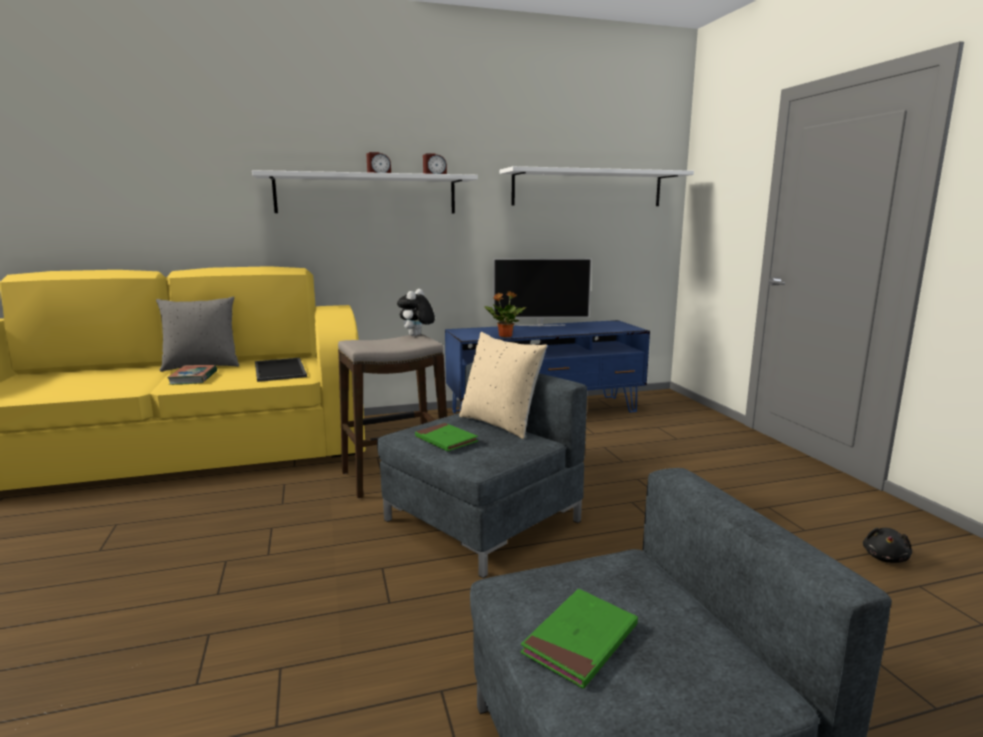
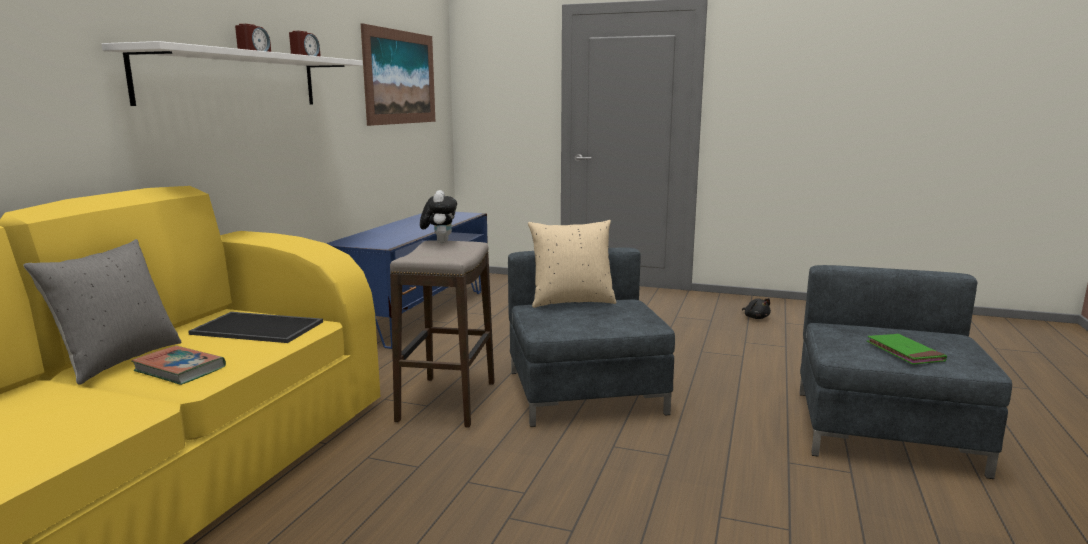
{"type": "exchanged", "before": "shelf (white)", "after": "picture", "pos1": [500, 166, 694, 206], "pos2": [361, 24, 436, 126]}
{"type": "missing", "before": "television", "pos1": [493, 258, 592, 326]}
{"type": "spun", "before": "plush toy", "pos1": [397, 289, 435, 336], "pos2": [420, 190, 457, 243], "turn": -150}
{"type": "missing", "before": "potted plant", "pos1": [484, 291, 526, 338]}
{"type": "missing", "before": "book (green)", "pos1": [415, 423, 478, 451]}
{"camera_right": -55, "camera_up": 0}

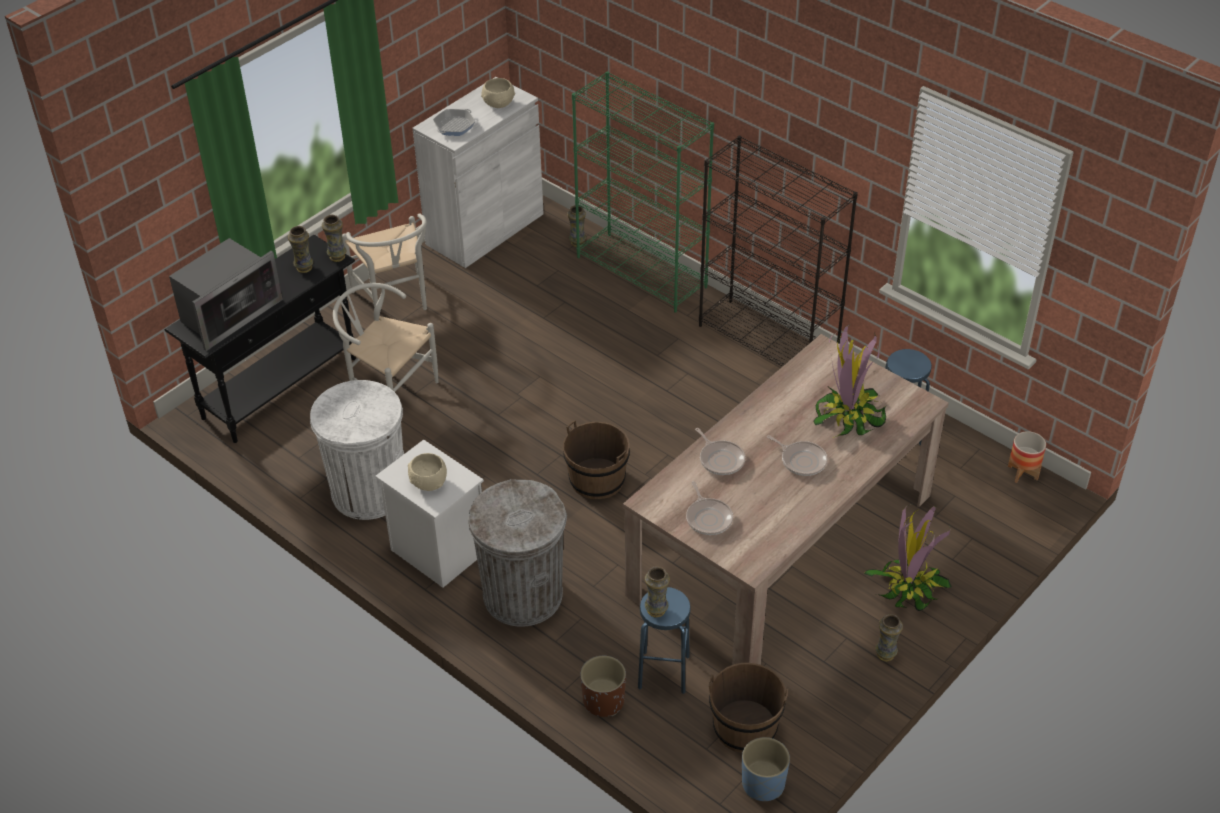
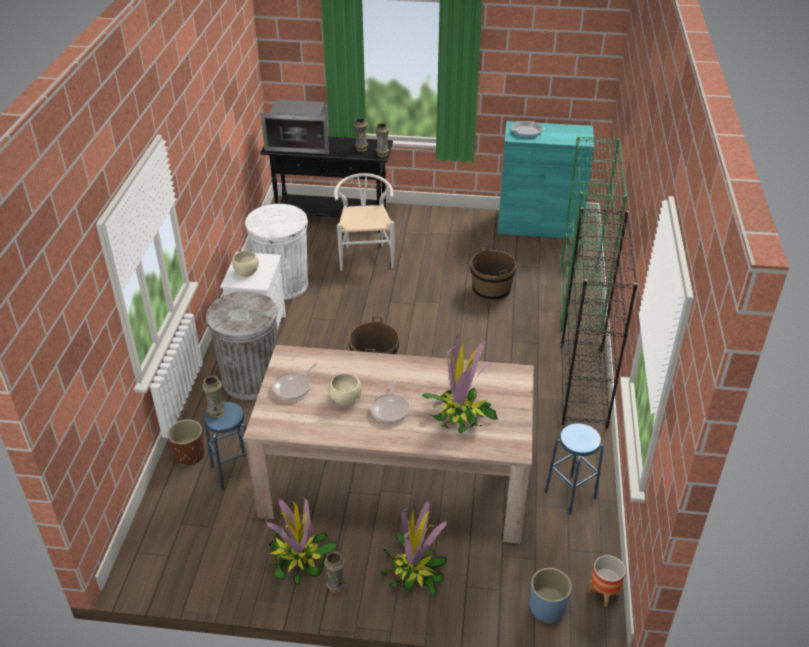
{"type": "colour", "before": "cabinet (white)", "after": "cabinet (turquoise)", "pos1": [412, 77, 544, 268], "pos2": [498, 121, 595, 239]}
{"type": "relocated", "before": "bowl (beige)", "pos1": [481, 78, 515, 108], "pos2": [328, 373, 362, 405]}
{"type": "missing", "before": "chair (white)", "pos1": [342, 214, 427, 310]}
{"type": "missing", "before": "frying pan", "pos1": [695, 428, 745, 475]}
{"type": "relocated", "before": "bucket (brown)", "pos1": [709, 663, 788, 753], "pos2": [470, 245, 517, 302]}
{"type": "relocated", "before": "planter (blue)", "pos1": [742, 737, 790, 801], "pos2": [530, 568, 572, 623]}
{"type": "appeared", "after": "potted plant", "pos2": [263, 497, 338, 586]}
{"camera_right": 55, "camera_up": -5}

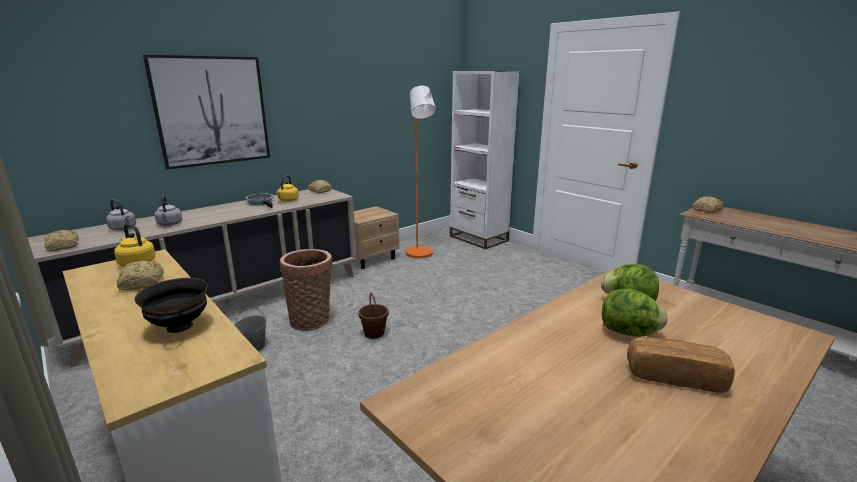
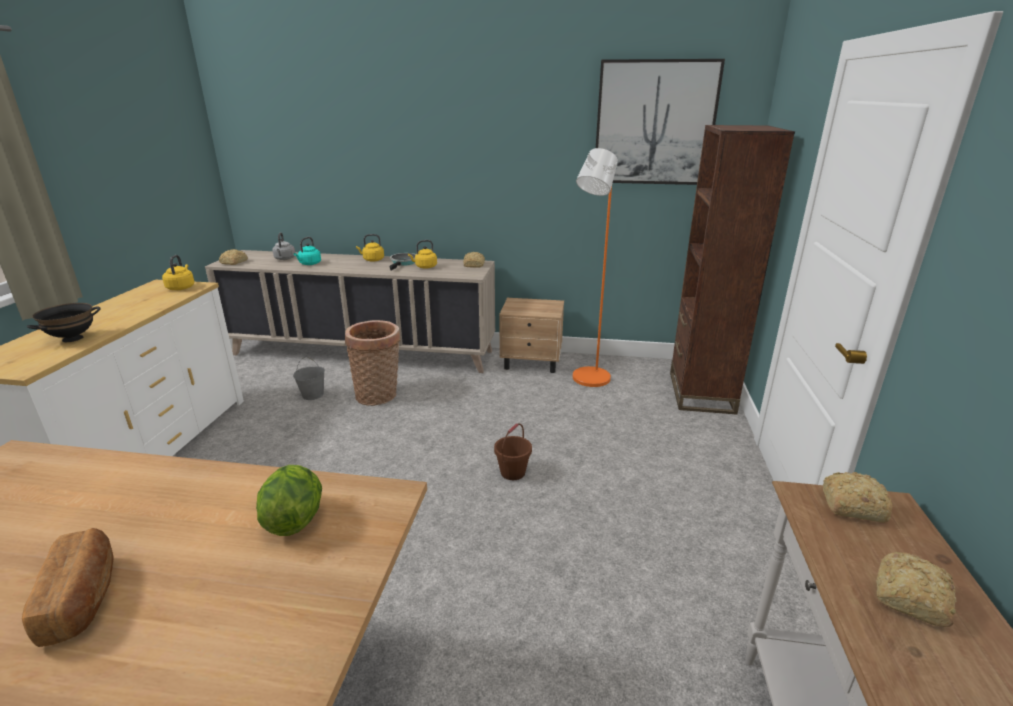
{"type": "relocated", "before": "picture", "pos1": [143, 55, 270, 170], "pos2": [596, 59, 725, 185]}
{"type": "colour", "before": "bookcase (white)", "after": "bookcase (brown)", "pos1": [450, 71, 520, 249], "pos2": [670, 125, 795, 415]}
{"type": "colour", "before": "kettle (grey)", "after": "kettle (turquoise)", "pos1": [154, 195, 182, 226], "pos2": [294, 237, 321, 265]}
{"type": "relocated", "before": "bread", "pos1": [117, 261, 164, 290], "pos2": [876, 552, 956, 627]}
{"type": "missing", "before": "lettuce", "pos1": [602, 288, 667, 337]}
{"type": "relocated", "before": "bucket (brown)", "pos1": [358, 292, 389, 338], "pos2": [494, 423, 532, 480]}
{"type": "appeared", "after": "kettle (yellow)", "pos2": [356, 234, 384, 262]}
{"camera_right": 50, "camera_up": 5}

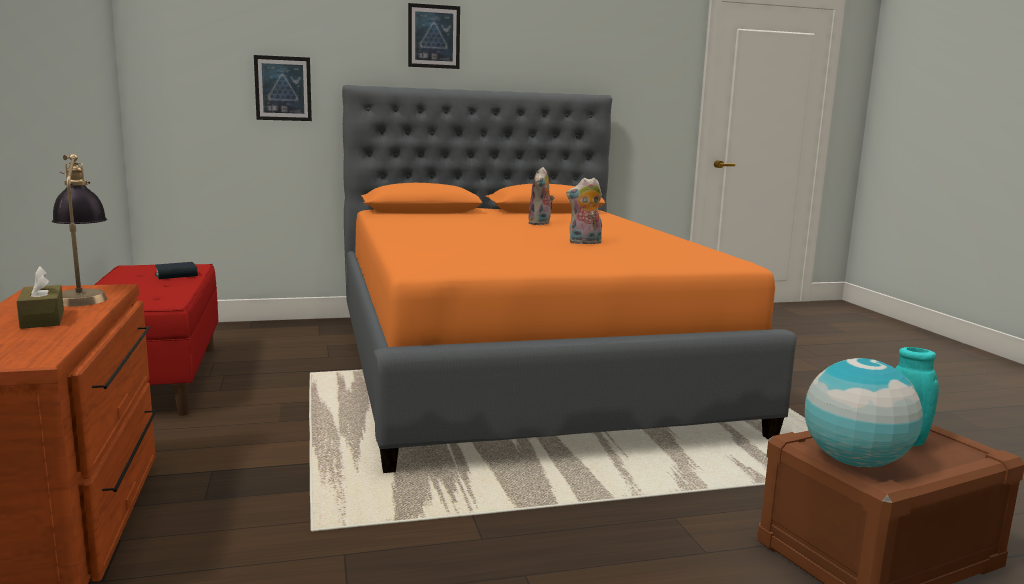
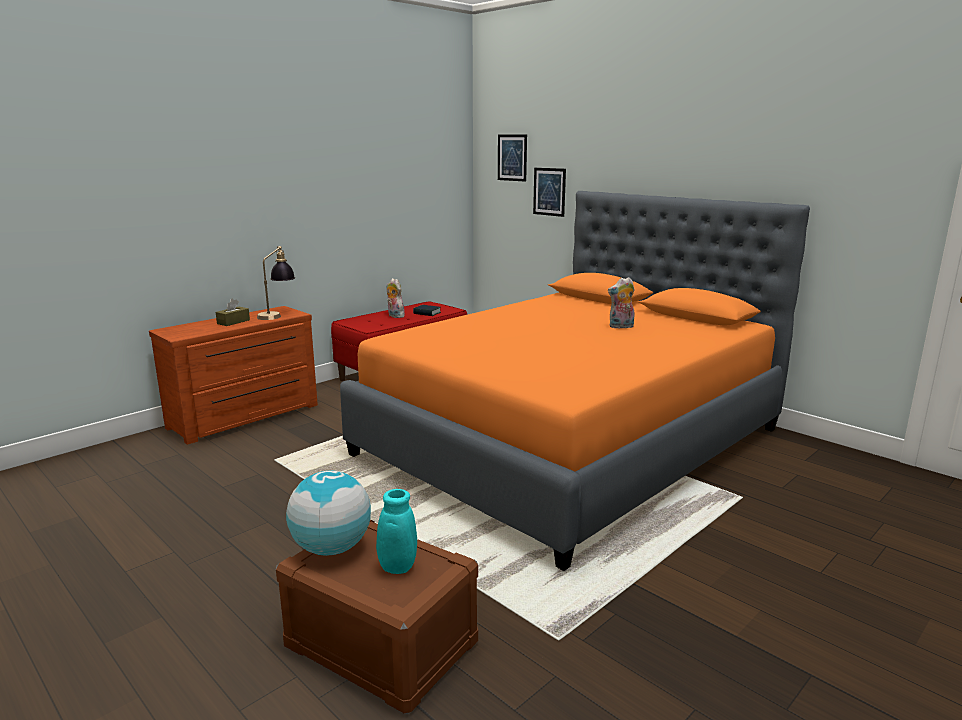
{"type": "relocated", "before": "picture", "pos1": [408, 3, 460, 69], "pos2": [498, 134, 527, 182]}
{"type": "relocated", "before": "plush toy", "pos1": [566, 178, 602, 244], "pos2": [387, 278, 405, 318]}
{"camera_right": 60, "camera_up": 5}

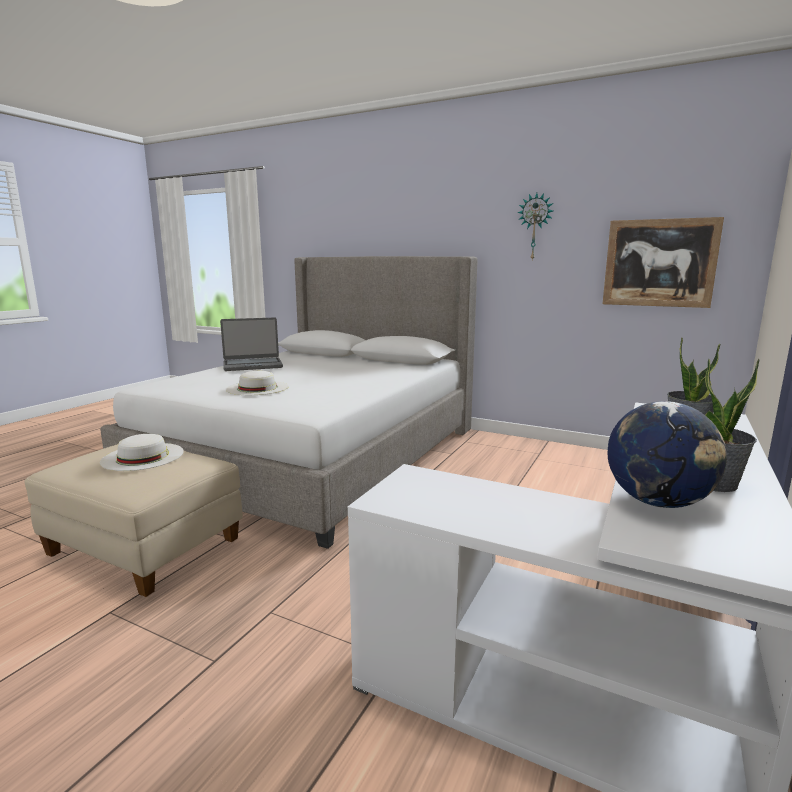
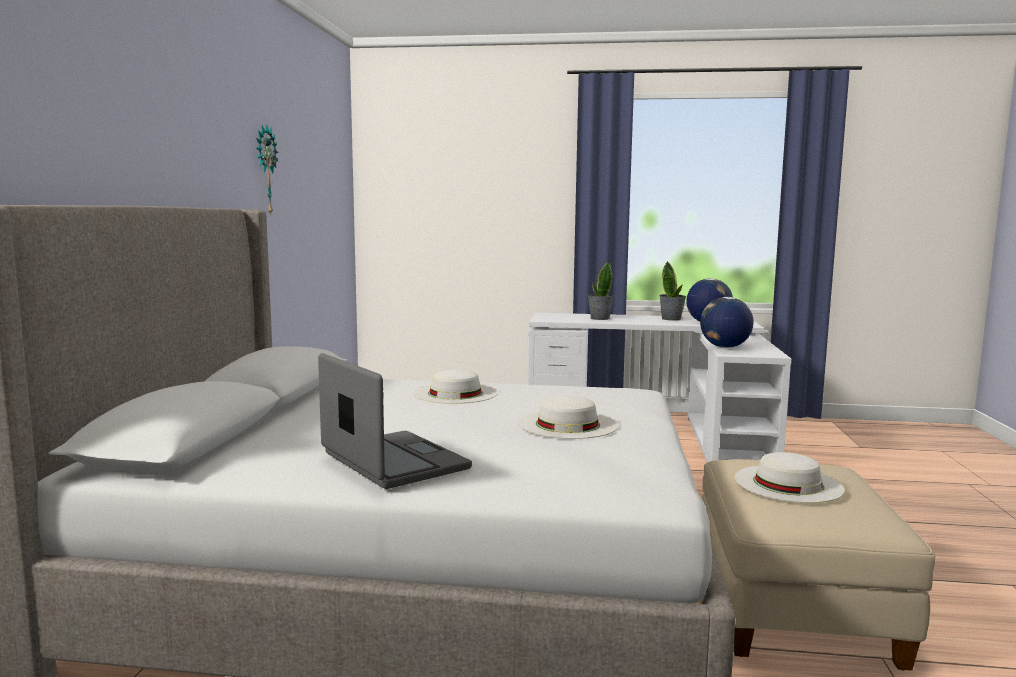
{"type": "missing", "before": "picture", "pos1": [603, 217, 724, 308]}
{"type": "appeared", "after": "globe", "pos2": [700, 297, 753, 348]}
{"type": "appeared", "after": "hat (white)", "pos2": [413, 369, 498, 404]}
{"camera_right": -110, "camera_up": -5}

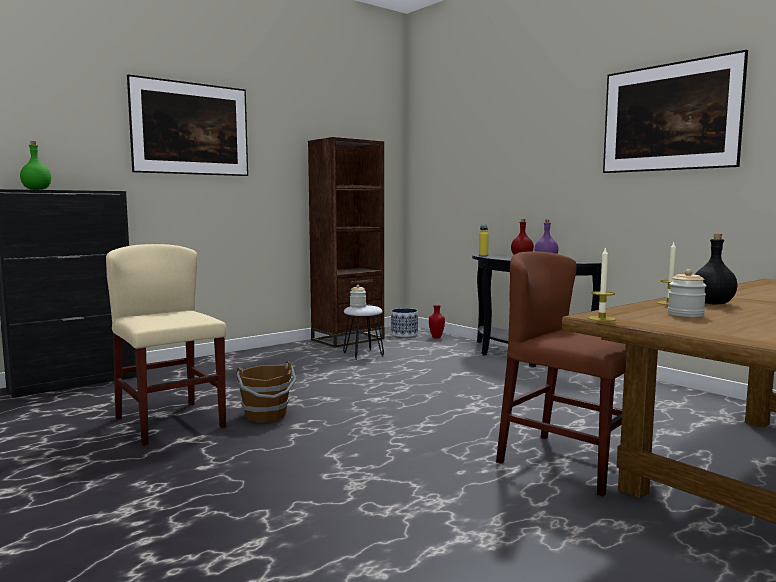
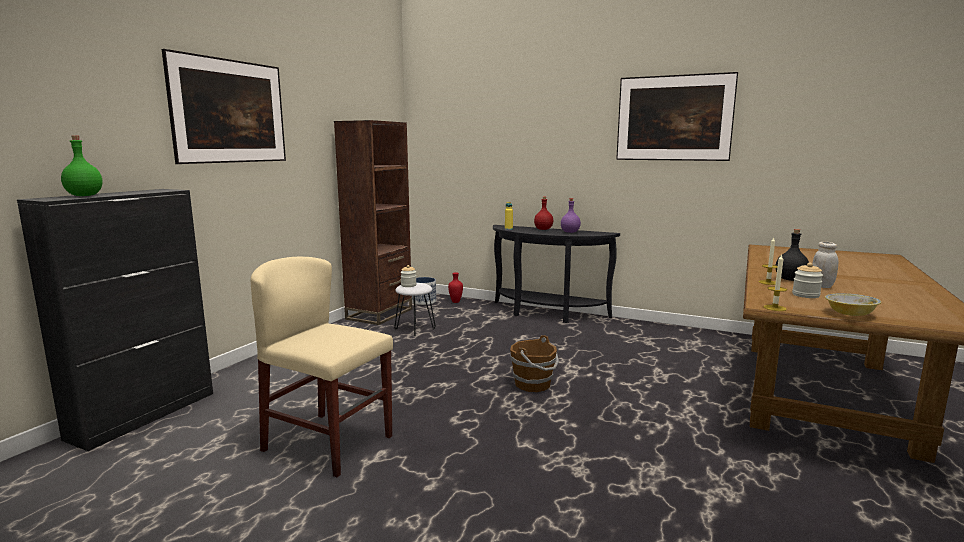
{"type": "missing", "before": "chair (brown)", "pos1": [496, 251, 626, 497]}
{"type": "relocated", "before": "bucket (brown)", "pos1": [236, 361, 296, 422], "pos2": [510, 335, 559, 392]}
{"type": "appeared", "after": "jar (white)", "pos2": [812, 242, 838, 288]}
{"type": "appeared", "after": "bowl", "pos2": [825, 293, 882, 316]}
{"camera_right": -25, "camera_up": 5}

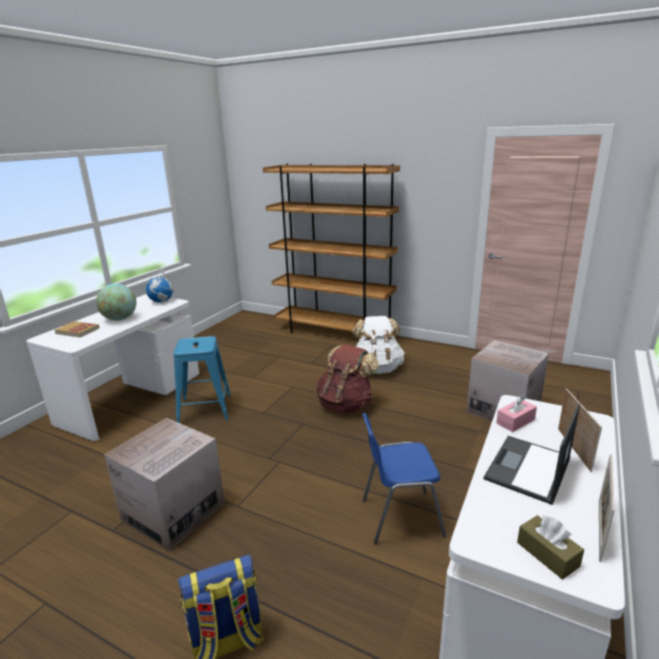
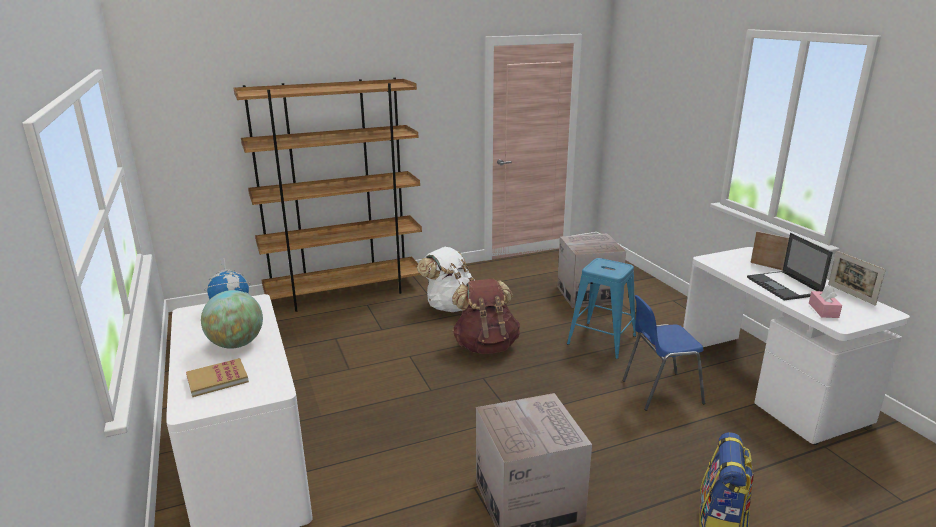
{"type": "relocated", "before": "stool (blue)", "pos1": [173, 336, 231, 423], "pos2": [567, 258, 636, 359]}
{"type": "relocated", "before": "tissue box (pink)", "pos1": [496, 395, 537, 432], "pos2": [809, 285, 842, 318]}
{"type": "spun", "before": "chair (blue)", "pos1": [362, 413, 446, 544], "pos2": [622, 295, 705, 411], "turn": 45}
{"type": "missing", "before": "tissue box (brown)", "pos1": [517, 515, 584, 579]}
{"camera_right": -50, "camera_up": 0}

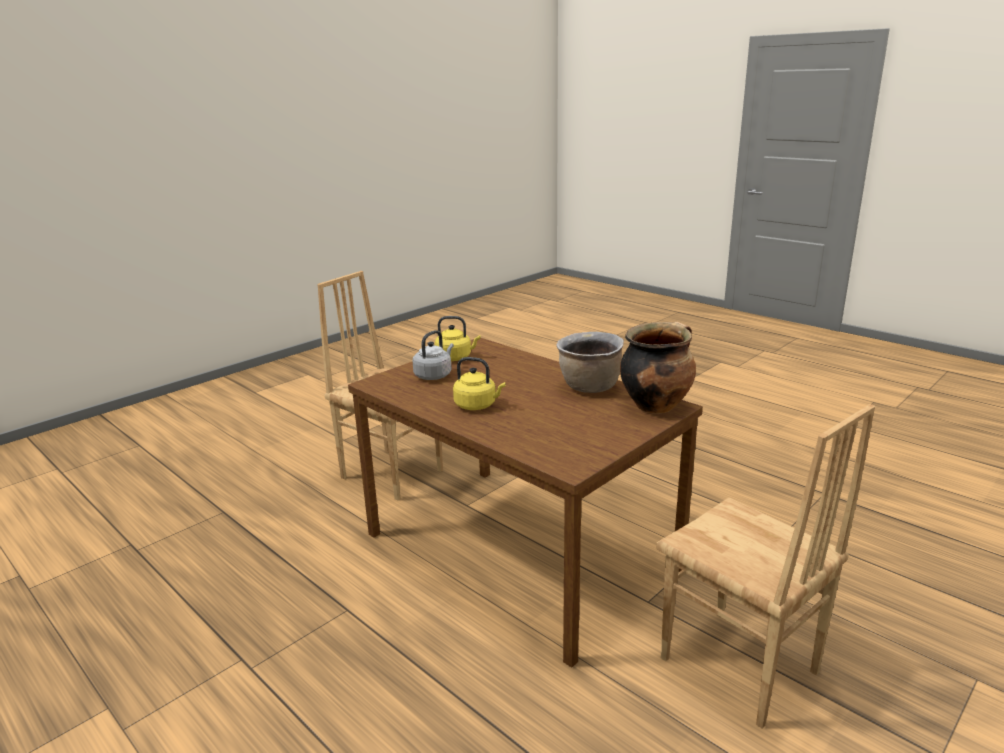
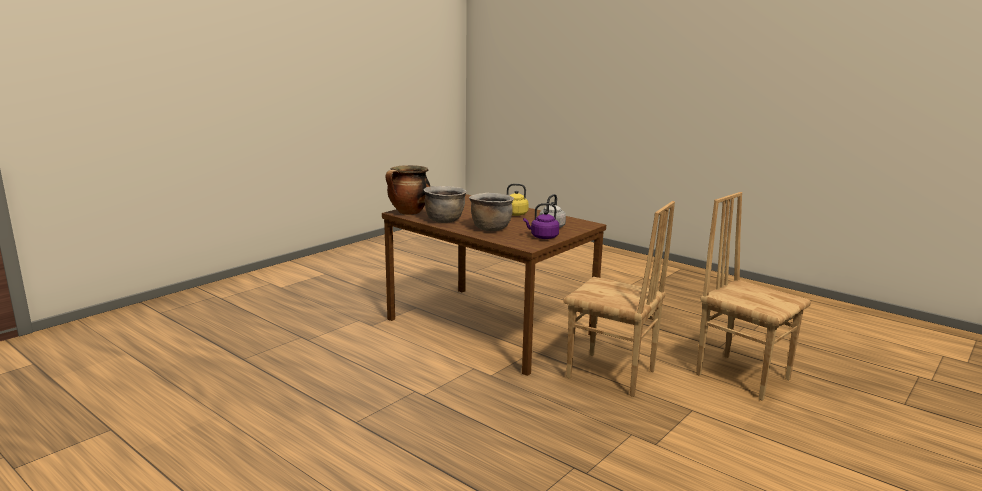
{"type": "colour", "before": "kettle (yellow)", "after": "kettle (purple)", "pos1": [435, 316, 481, 361], "pos2": [523, 203, 559, 239]}
{"type": "relocated", "before": "chair (brown)", "pos1": [656, 404, 875, 729], "pos2": [696, 192, 811, 401]}
{"type": "appeared", "after": "cooking pot (brown)", "pos2": [469, 193, 514, 231]}
{"camera_right": 175, "camera_up": -5}

